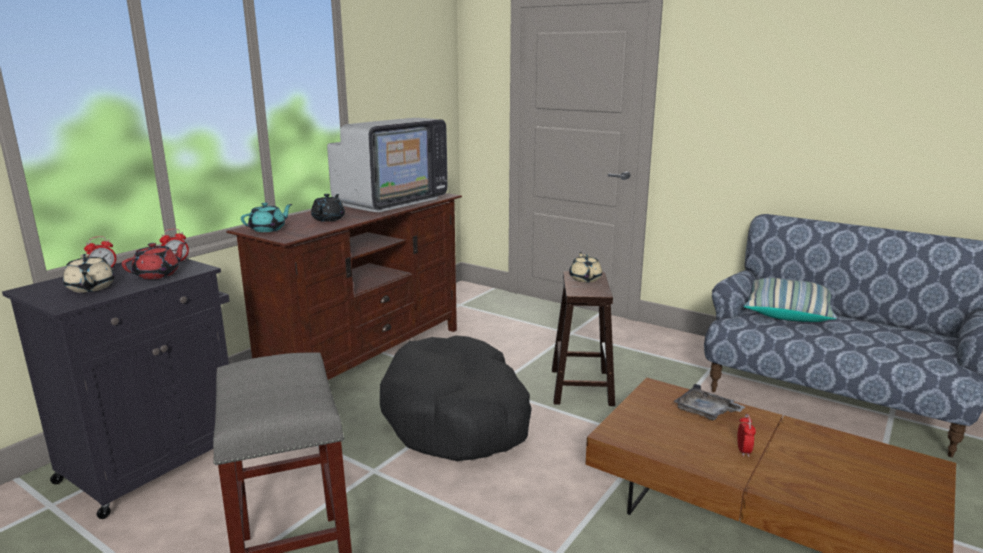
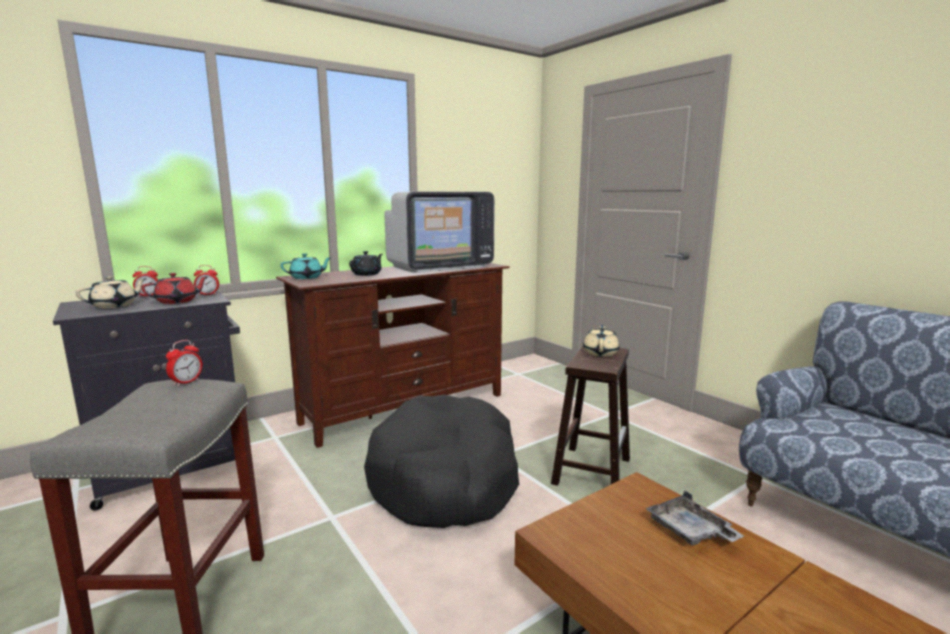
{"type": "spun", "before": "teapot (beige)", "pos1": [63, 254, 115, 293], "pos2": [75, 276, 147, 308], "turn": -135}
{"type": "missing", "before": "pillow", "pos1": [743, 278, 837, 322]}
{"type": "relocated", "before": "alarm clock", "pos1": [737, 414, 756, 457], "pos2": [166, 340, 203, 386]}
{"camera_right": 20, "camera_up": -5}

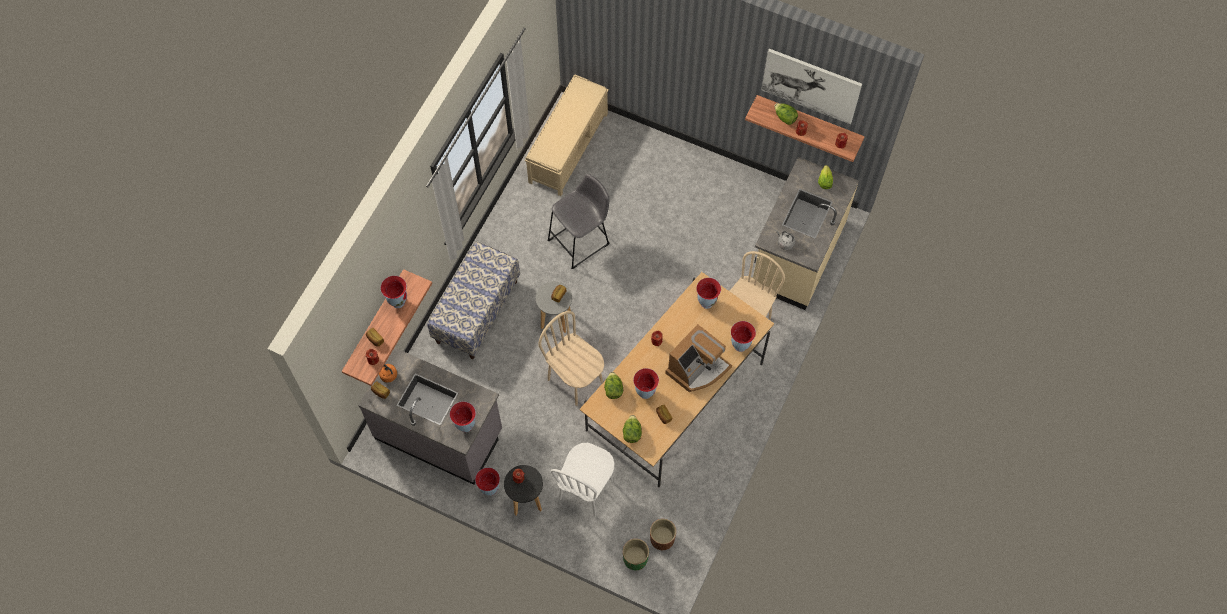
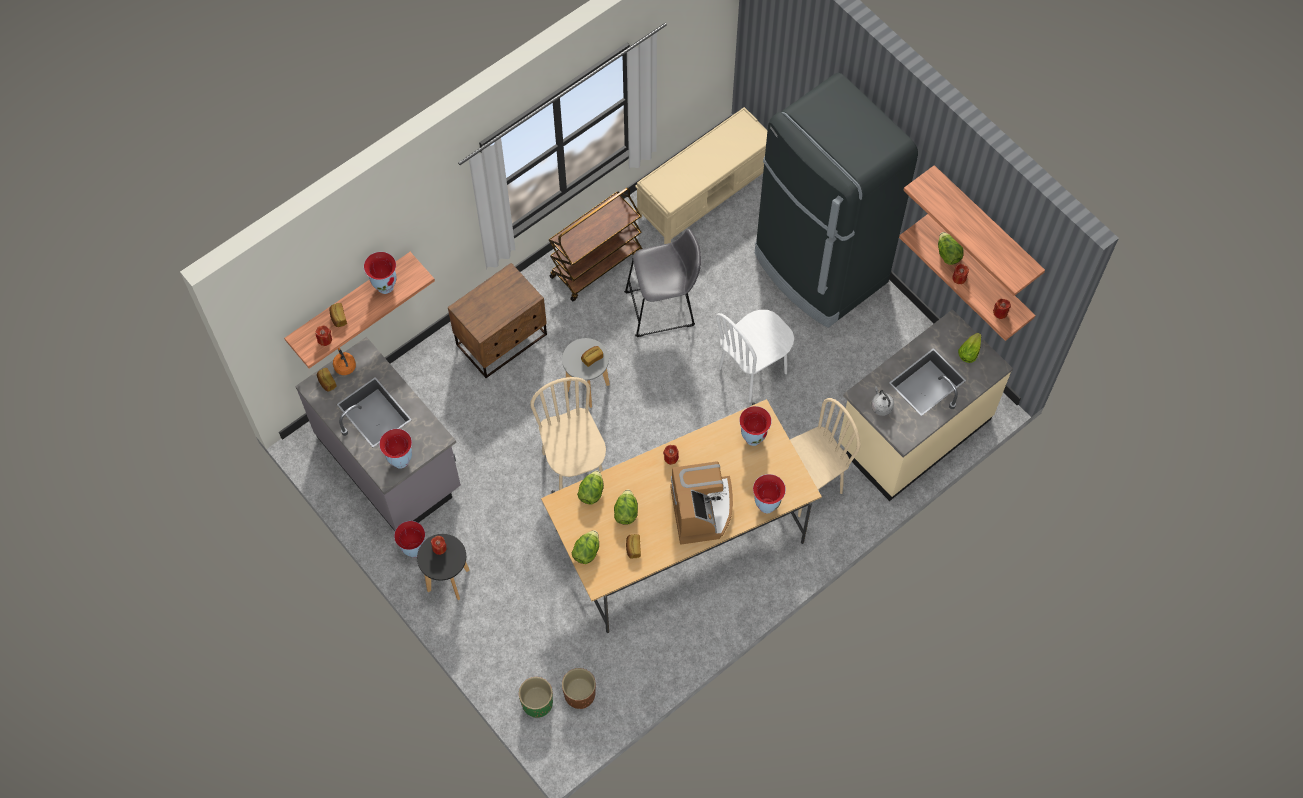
{"type": "exchanged", "before": "picture", "after": "shelf", "pos1": [761, 49, 862, 124], "pos2": [903, 165, 1045, 296]}
{"type": "exchanged", "before": "bench", "after": "nightstand (brown)", "pos1": [427, 241, 520, 359], "pos2": [448, 263, 547, 378]}
{"type": "spun", "before": "coffee machine", "pos1": [665, 324, 732, 392], "pos2": [671, 461, 733, 545], "turn": -75}
{"type": "exchanged", "before": "vase", "after": "lettuce", "pos1": [633, 368, 659, 399], "pos2": [614, 490, 638, 524]}
{"type": "relocated", "before": "chair (white)", "pos1": [551, 443, 614, 517], "pos2": [716, 310, 794, 403]}
{"type": "appeared", "after": "fridge (black)", "pos2": [755, 73, 918, 328]}
{"type": "appeared", "after": "cart (brown)", "pos2": [549, 188, 642, 301]}
{"camera_right": 25, "camera_up": 0}

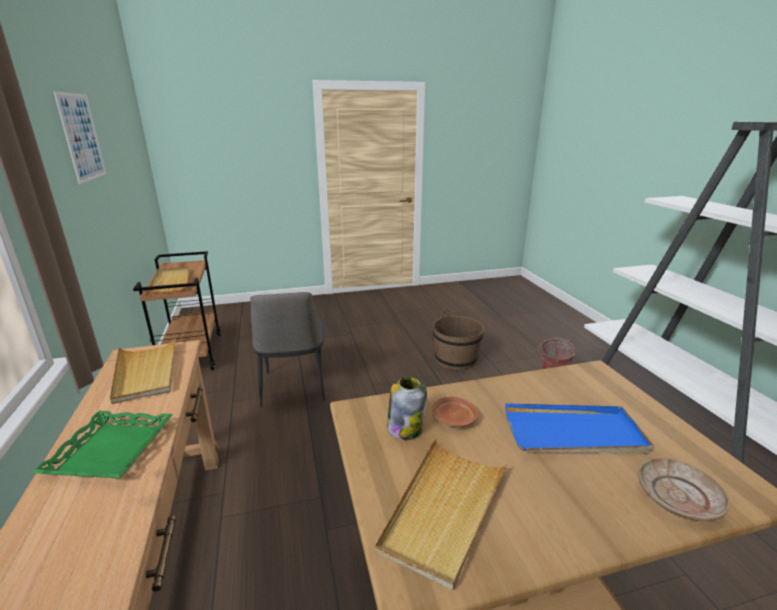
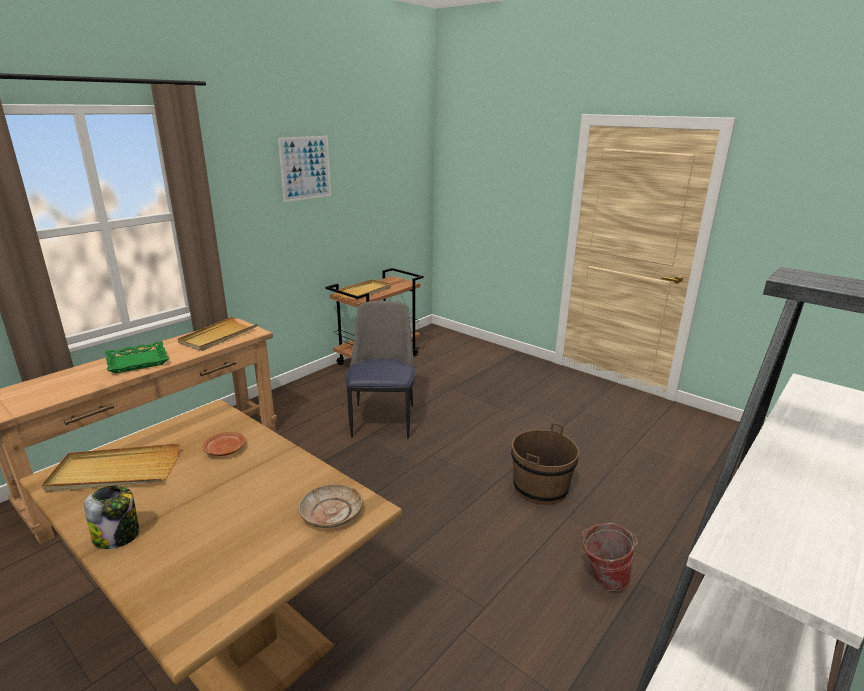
{"type": "spun", "before": "chair", "pos1": [250, 292, 325, 408], "pos2": [346, 301, 415, 438], "turn": 135}
{"type": "relocated", "before": "jar", "pos1": [387, 377, 427, 440], "pos2": [84, 485, 140, 549]}
{"type": "missing", "before": "tray (blue)", "pos1": [505, 403, 654, 454]}
{"type": "relocated", "before": "plate (beige)", "pos1": [638, 458, 730, 521], "pos2": [299, 484, 362, 528]}
{"camera_right": 55, "camera_up": 0}

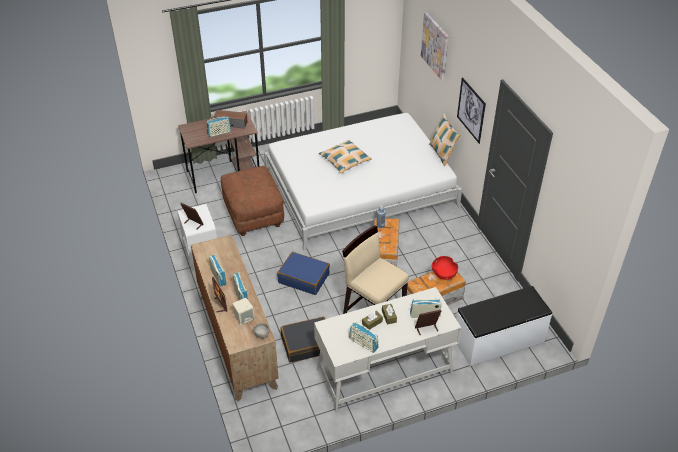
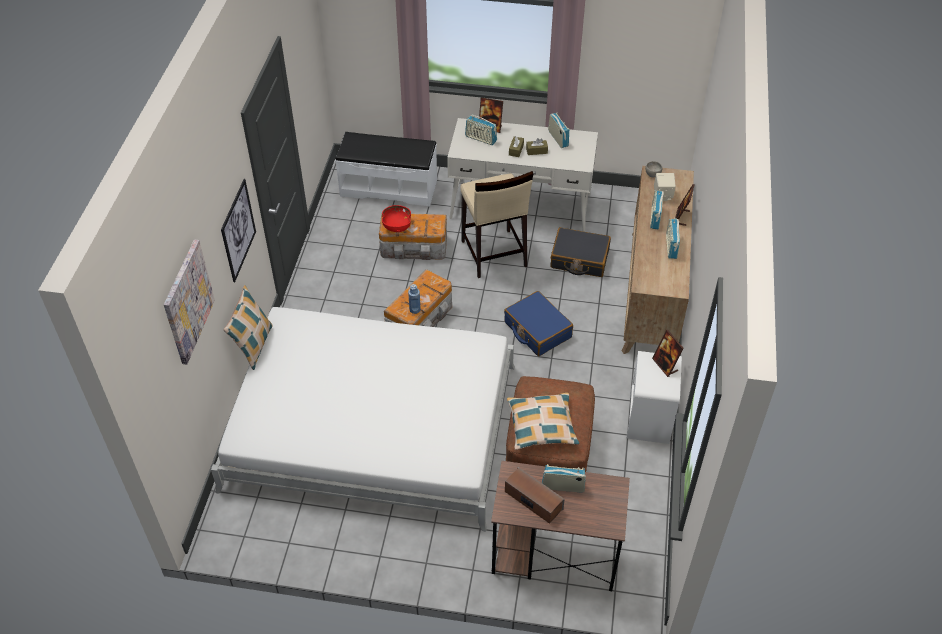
{"type": "relocated", "before": "pillow", "pos1": [319, 140, 372, 173], "pos2": [507, 393, 579, 450]}
{"camera_right": -150, "camera_up": 5}

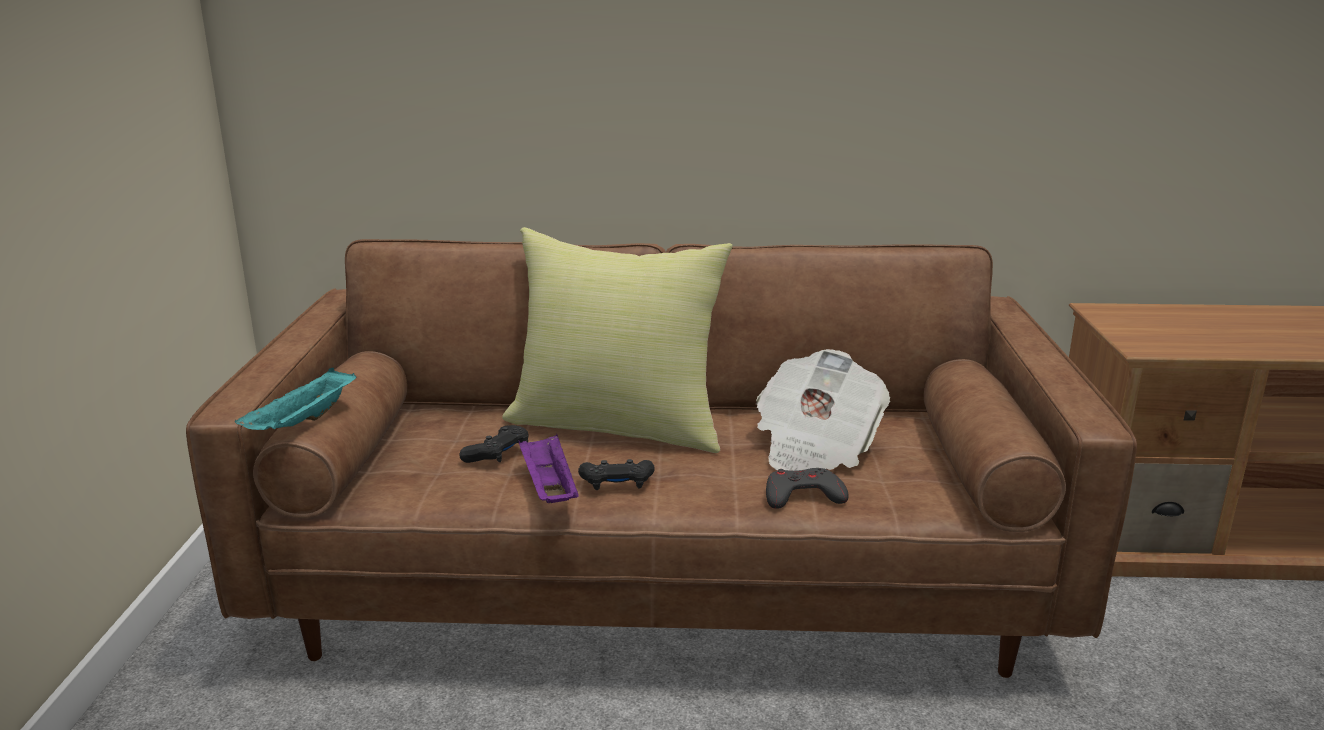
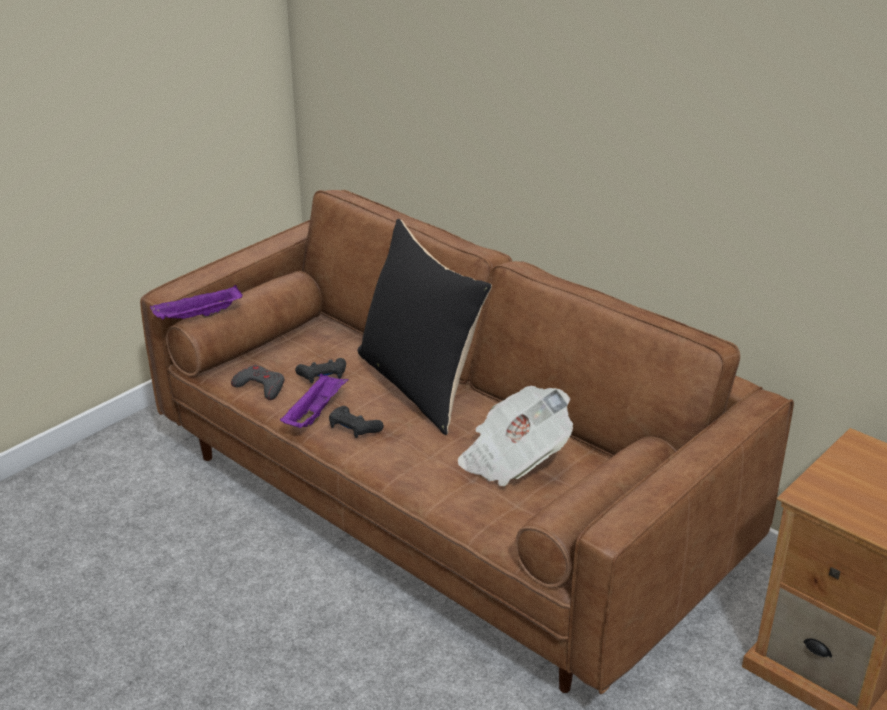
{"type": "colour", "before": "pillow (yellow)", "after": "pillow (black)", "pos1": [502, 227, 733, 453], "pos2": [357, 219, 492, 435]}
{"type": "colour", "before": "tray (turquoise)", "after": "tray (purple)", "pos1": [235, 368, 357, 430], "pos2": [150, 285, 243, 320]}
{"type": "relocated", "before": "game controller (grey)", "pos1": [766, 468, 849, 509], "pos2": [231, 365, 285, 400]}
{"camera_right": 40, "camera_up": 10}

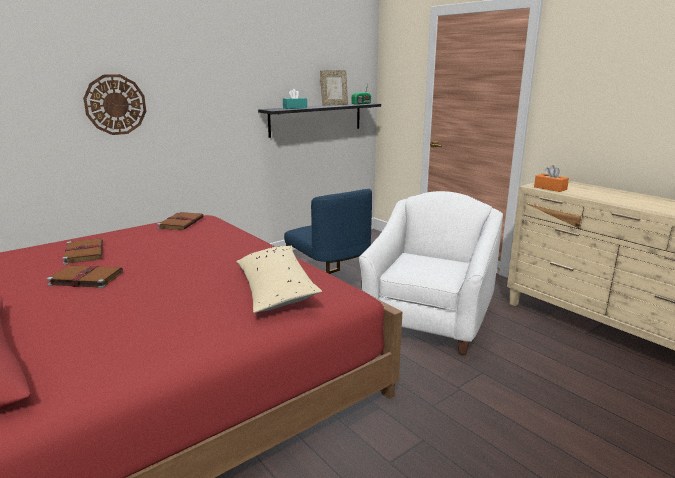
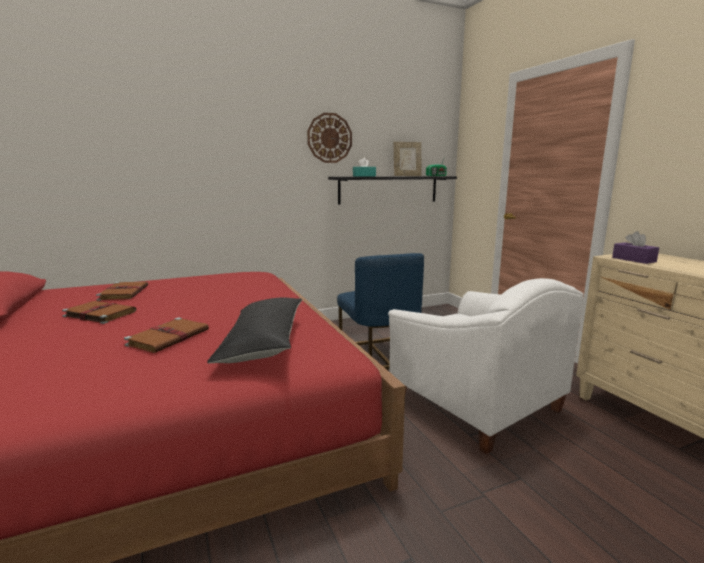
{"type": "relocated", "before": "wall clock", "pos1": [83, 74, 146, 135], "pos2": [307, 113, 352, 163]}
{"type": "colour", "before": "tissue box (orange)", "after": "tissue box (purple)", "pos1": [534, 165, 569, 192], "pos2": [612, 231, 659, 264]}
{"type": "spun", "before": "armchair (white)", "pos1": [359, 191, 503, 355], "pos2": [388, 278, 584, 454], "turn": 105}
{"type": "relocated", "before": "book (brown)", "pos1": [157, 212, 204, 230], "pos2": [124, 318, 209, 353]}
{"type": "colour", "before": "pillow (beige)", "after": "pillow (black)", "pos1": [236, 246, 322, 313], "pos2": [207, 297, 302, 363]}
{"camera_right": 15, "camera_up": -5}

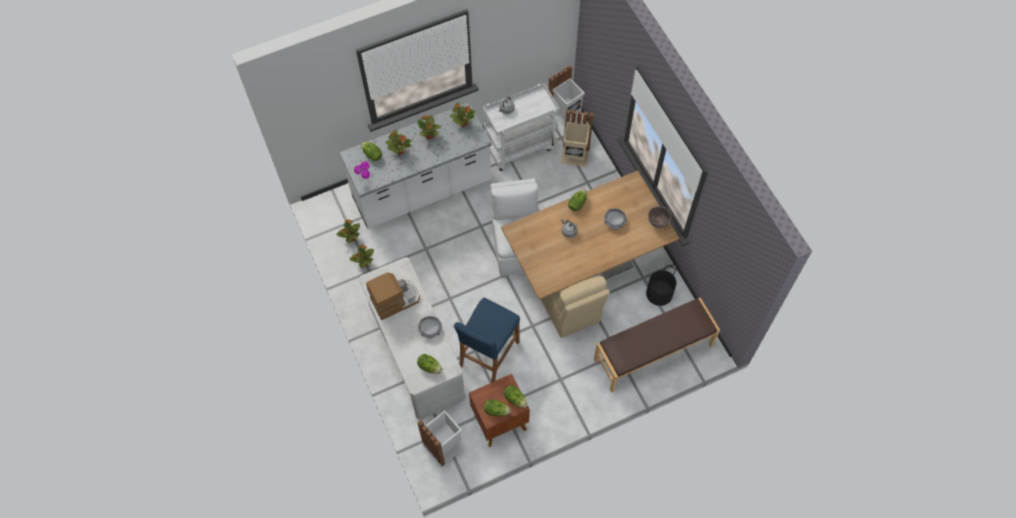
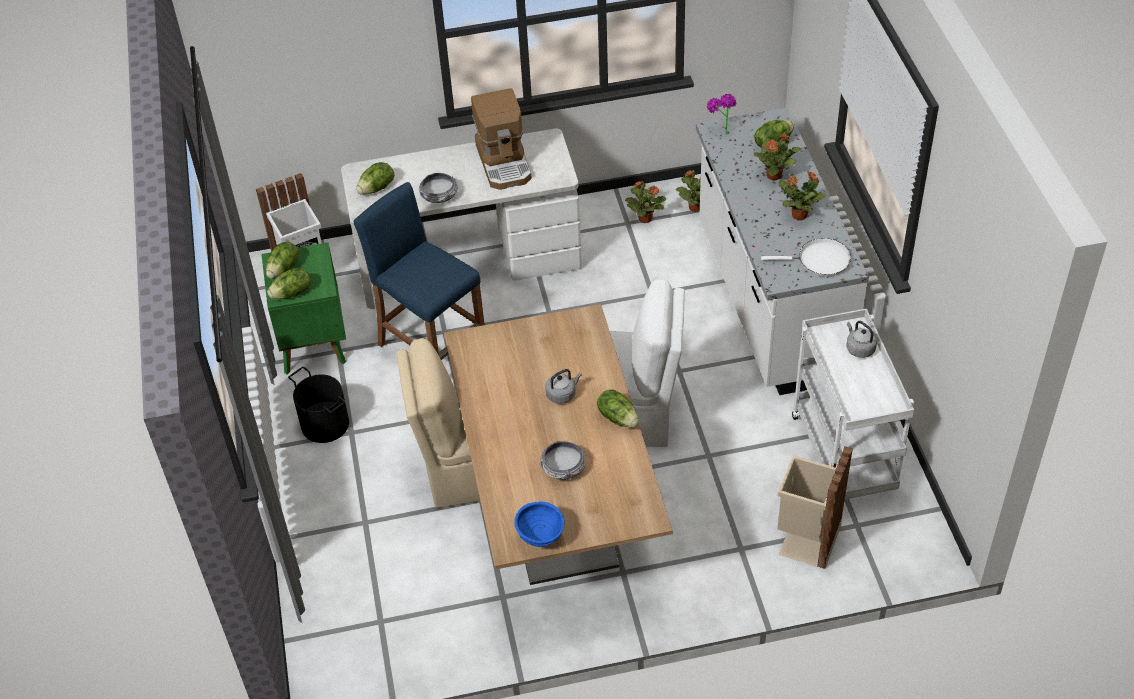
{"type": "missing", "before": "trash can (white)", "pos1": [549, 65, 585, 129]}
{"type": "exchanged", "before": "potted plant", "after": "frying pan (white)", "pos1": [450, 102, 475, 127], "pos2": [761, 238, 851, 277]}
{"type": "colour", "before": "bowl (brown)", "after": "bowl (blue)", "pos1": [648, 206, 671, 228], "pos2": [514, 501, 564, 547]}
{"type": "relocated", "before": "bucket (black)", "pos1": [646, 264, 677, 306], "pos2": [288, 367, 349, 443]}
{"type": "missing", "before": "bench (brown)", "pos1": [594, 297, 720, 392]}
{"type": "colour", "before": "nightstand (brown)", "after": "nightstand (green)", "pos1": [469, 374, 530, 447], "pos2": [261, 243, 346, 375]}
{"camera_right": 105, "camera_up": -15}

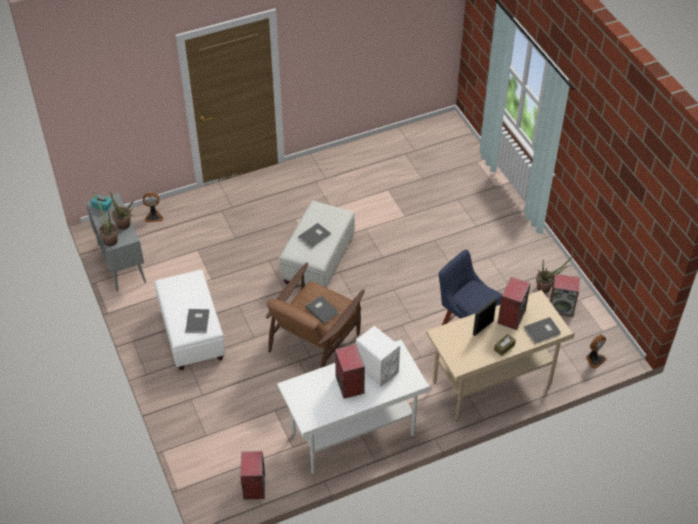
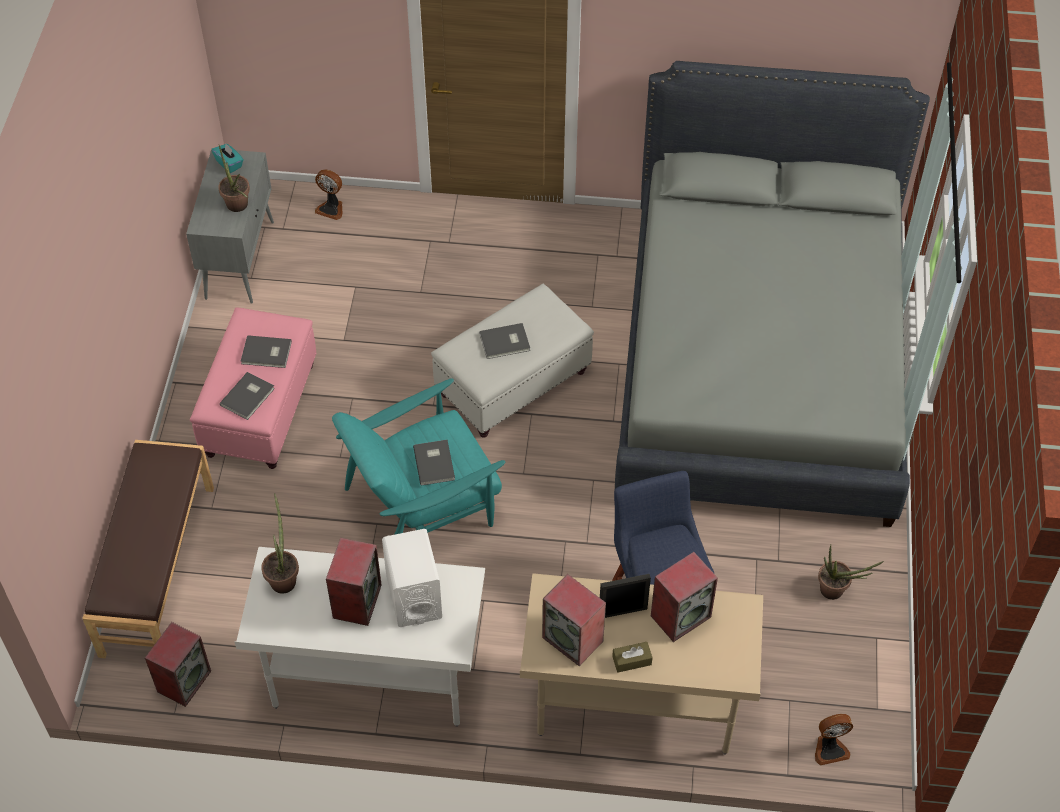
{"type": "relocated", "before": "potted plant", "pos1": [93, 192, 118, 246], "pos2": [261, 493, 299, 593]}
{"type": "colour", "before": "armchair (brown)", "after": "armchair (turquoise)", "pos1": [266, 262, 365, 368], "pos2": [332, 378, 505, 535]}
{"type": "colour", "before": "ottoman (white)", "after": "ottoman (pink)", "pos1": [154, 270, 226, 370], "pos2": [190, 307, 316, 469]}
{"type": "relocated", "before": "speaker", "pos1": [550, 274, 580, 317], "pos2": [542, 574, 606, 666]}
{"type": "relocated", "before": "book (grey)", "pos1": [524, 317, 561, 344], "pos2": [241, 335, 292, 368]}
{"type": "appeared", "after": "bed (grey)", "pos2": [615, 61, 930, 527]}
{"type": "appeared", "after": "bench (brown)", "pos2": [82, 440, 214, 658]}
{"camera_right": 30, "camera_up": 5}

